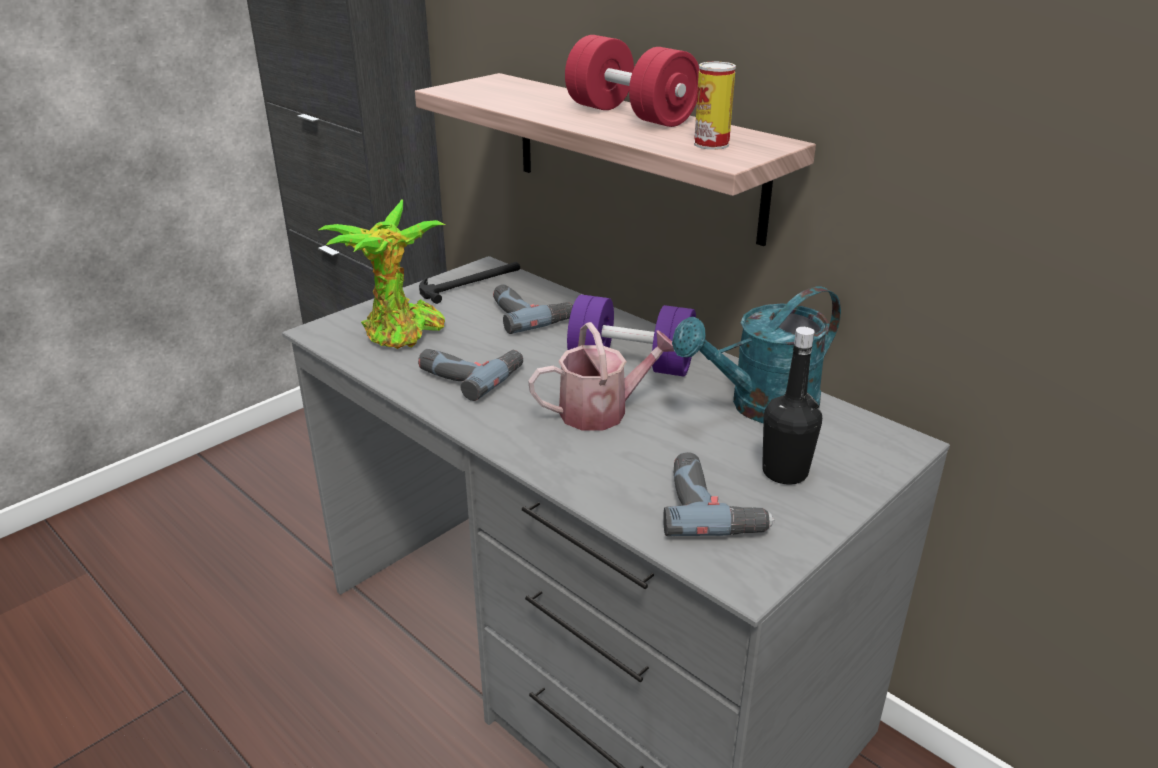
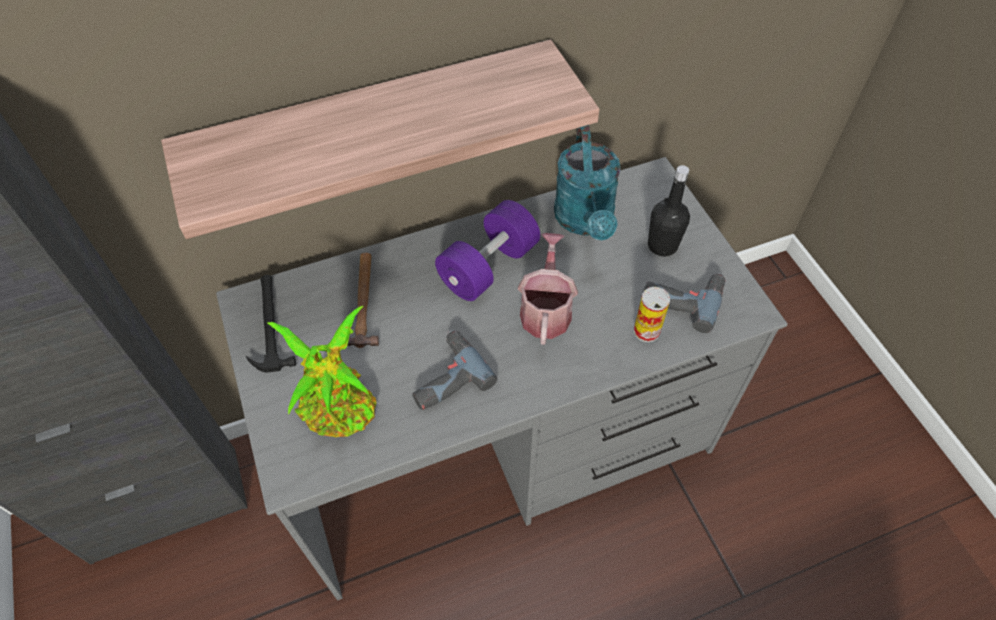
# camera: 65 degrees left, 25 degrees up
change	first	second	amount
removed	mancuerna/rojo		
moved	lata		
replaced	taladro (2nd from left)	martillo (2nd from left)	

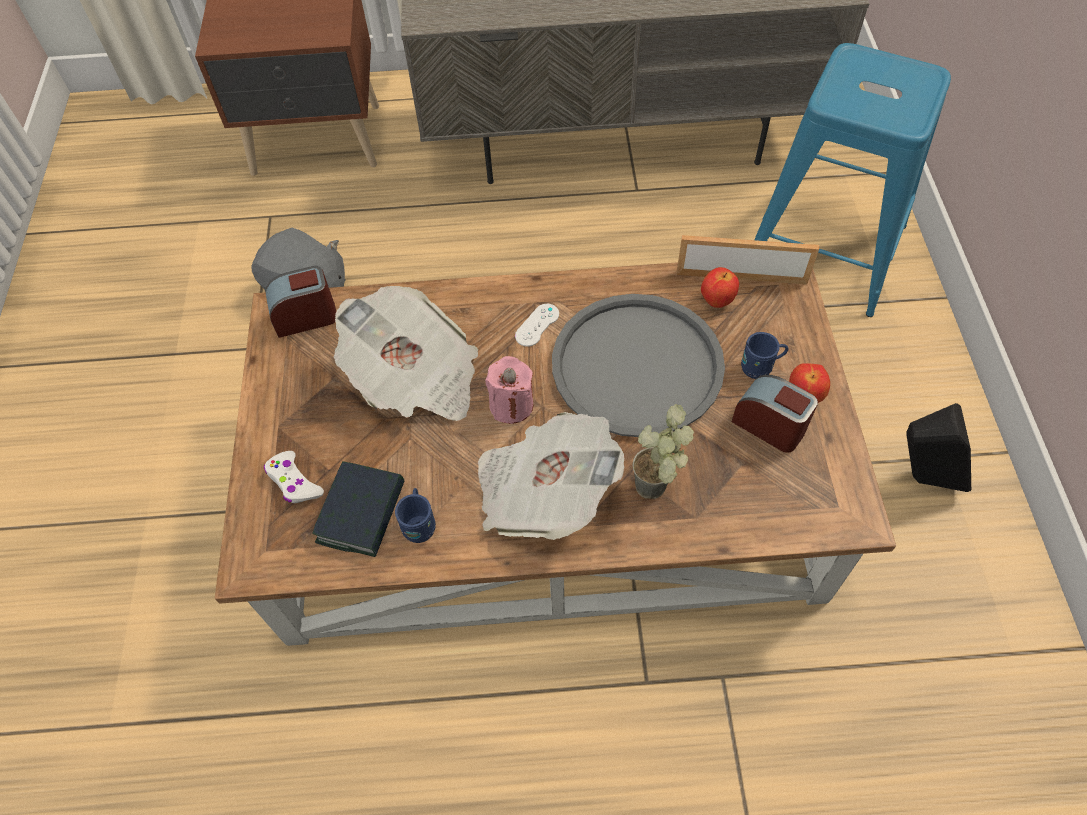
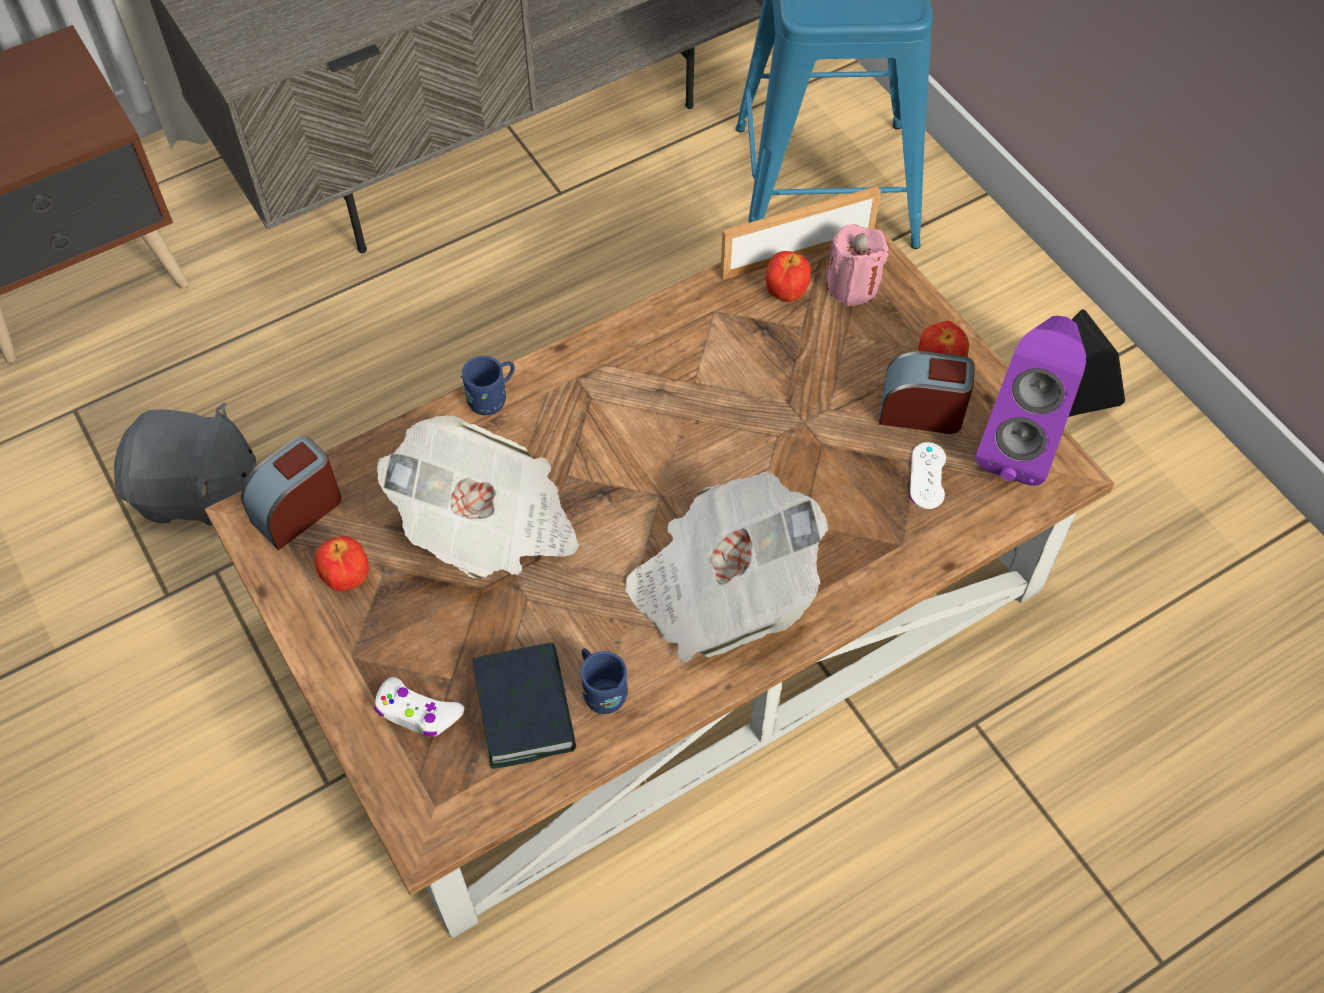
# camera: 30 degrees left, 0 degrees up
change	first	second	amount
removed	bandeja/gris		
removed	planta en maceta		
added		manzana (1st from left)	
added		altavoz/morado	
moved	vela/rosa		
moved	mando de consola/blanco (2nd from left)		
moved	taza grande/azul (2nd from left in the first image)	taza grande/azul (1st from left)	

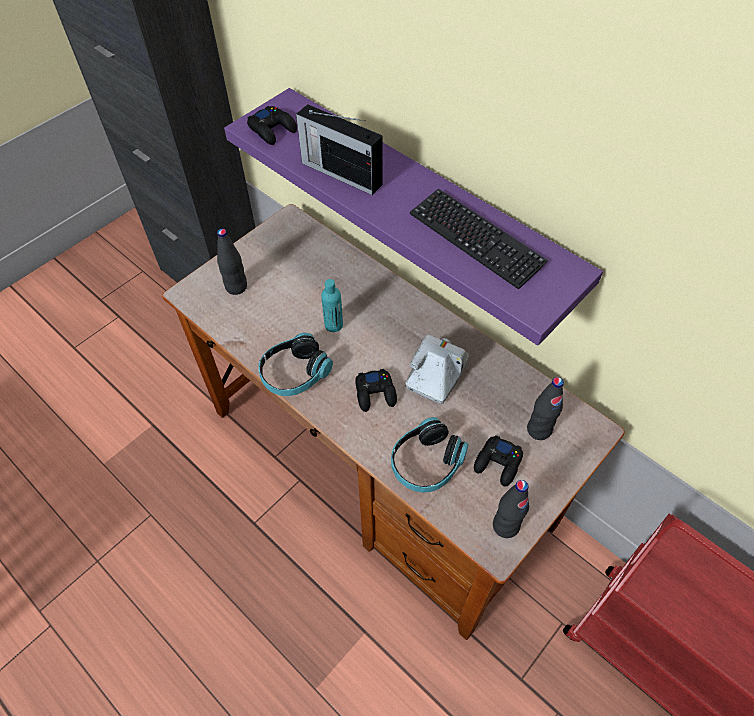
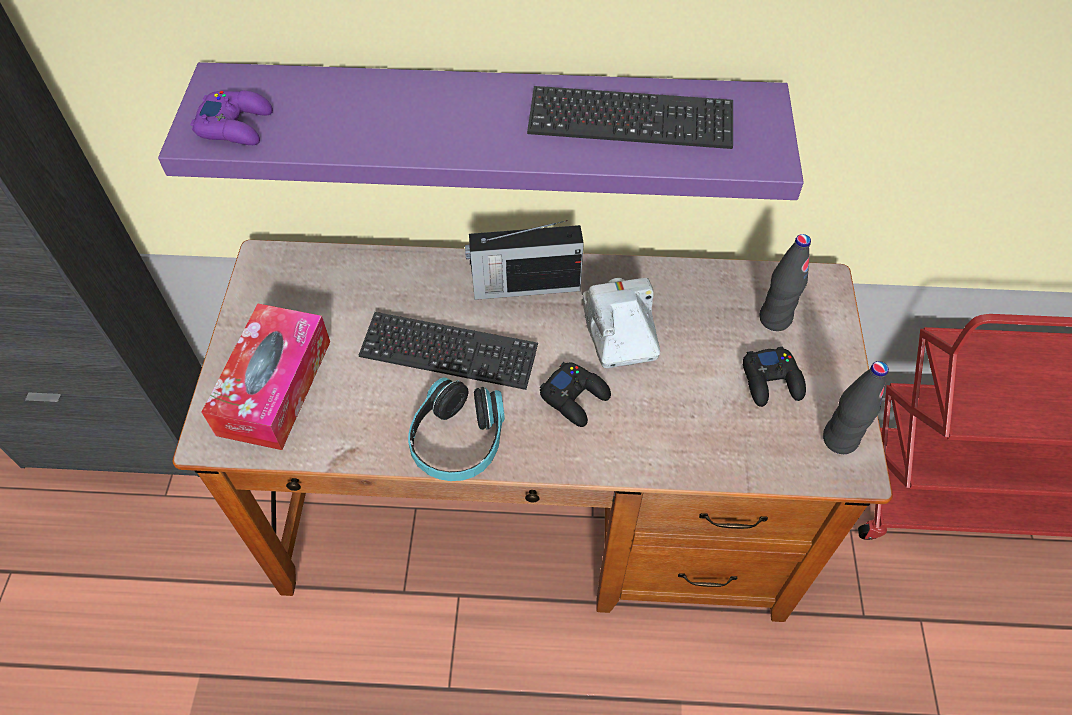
# camera: 40 degrees left, 0 degrees up
change	first	second	amount
removed	auriculares (2nd from left)		
moved	radio		
replaced	botella/negro (1st from left)	caja de pañuelos	
replaced	botella/turquesa	teclado (1st from left)	
recoloured	mando de consola/negro (1st from left)	mando de consola/morado	

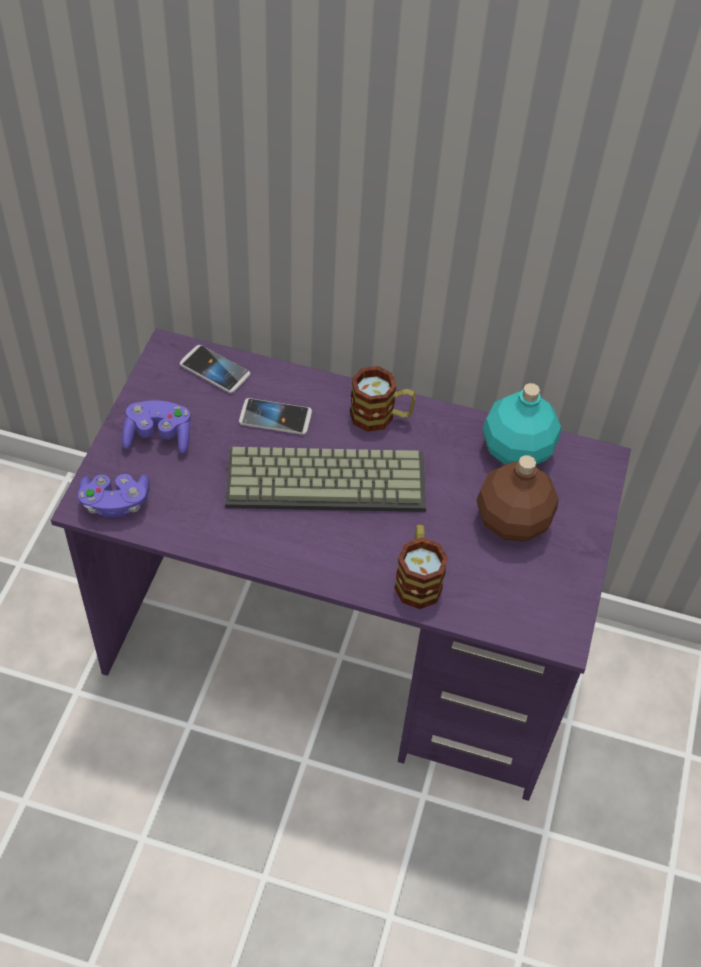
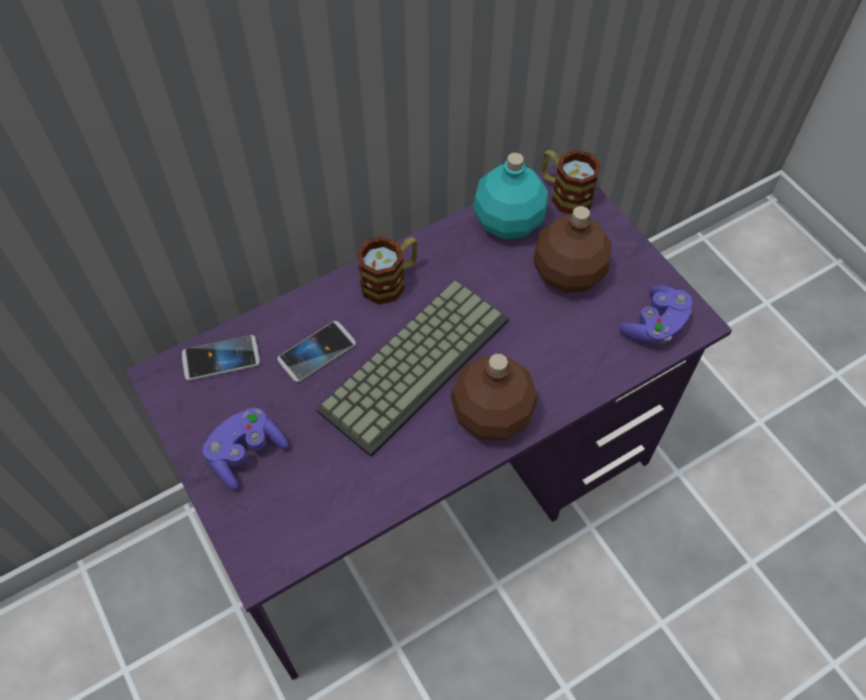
# camera: 45 degrees left, 5 degrees up
change	first	second	amount
added		botella/marrón (1st from left)	
moved	mando de consola/morado (1st from left in the first image)	mando de consola/morado (2nd from left)	
moved	taza grande (2nd from left)		

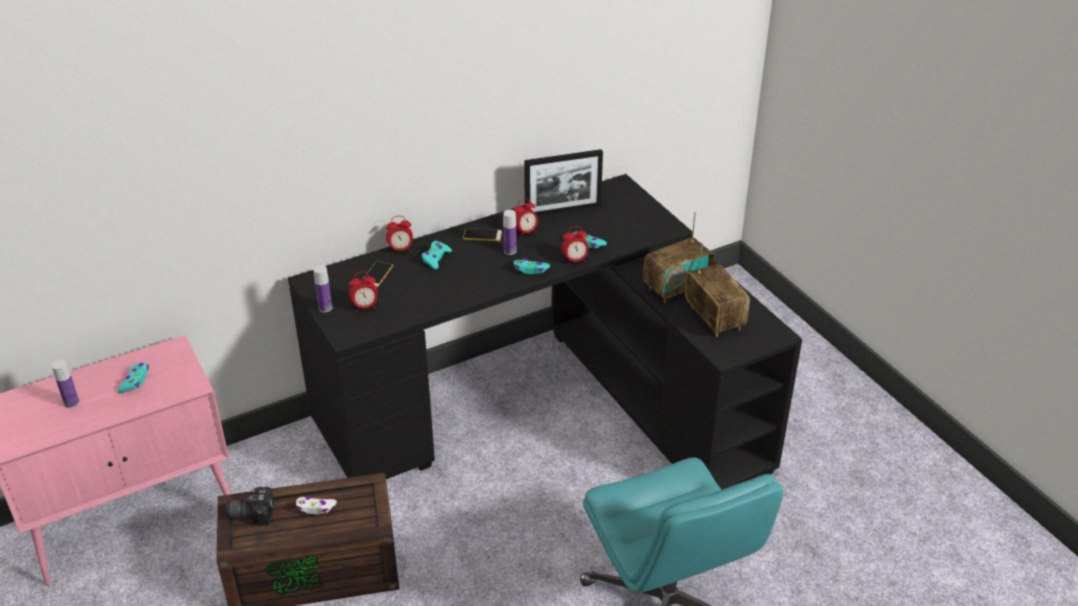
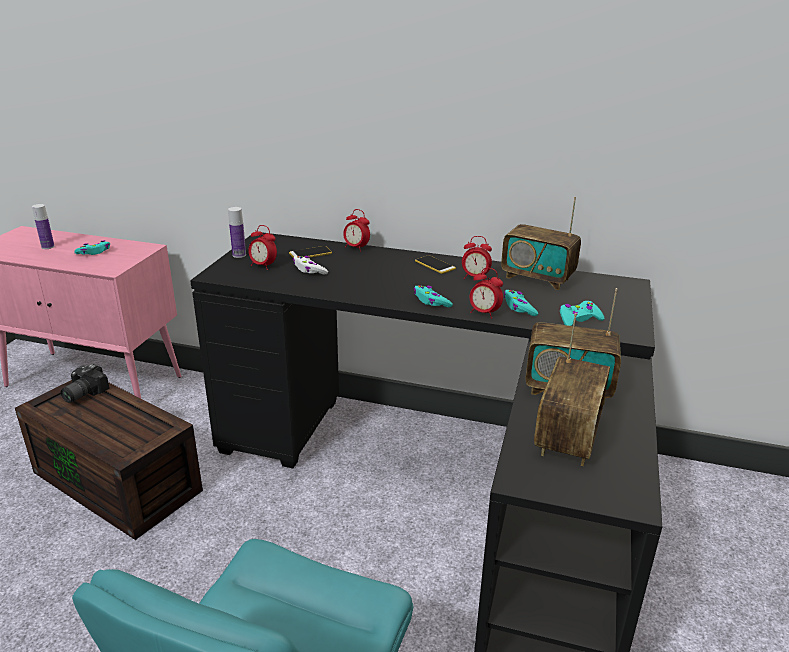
# camera: 45 degrees right, 10 degrees down
change	first	second	amount
removed	botella (3rd from left)		
moved	mando de consola/blanco		
moved	mando de consola/turquesa (2nd from left in the first image)	mando de consola/turquesa (4th from left)	
replaced	portarretratos	radio (1st from left)	
turned	cámara		105 degrees counterclockwise

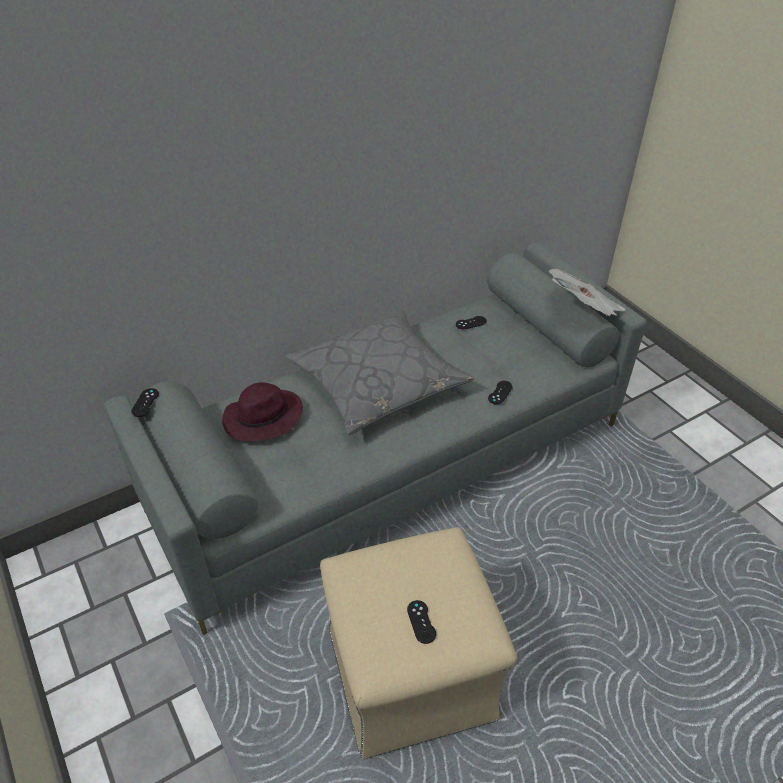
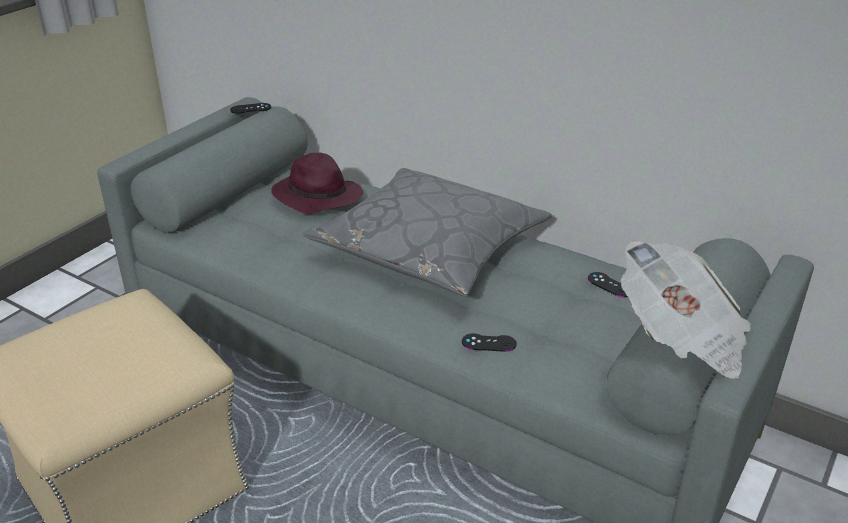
# camera: 65 degrees right, 10 degrees down
change	first	second	amount
removed	mando de consola/negro (2nd from left)		

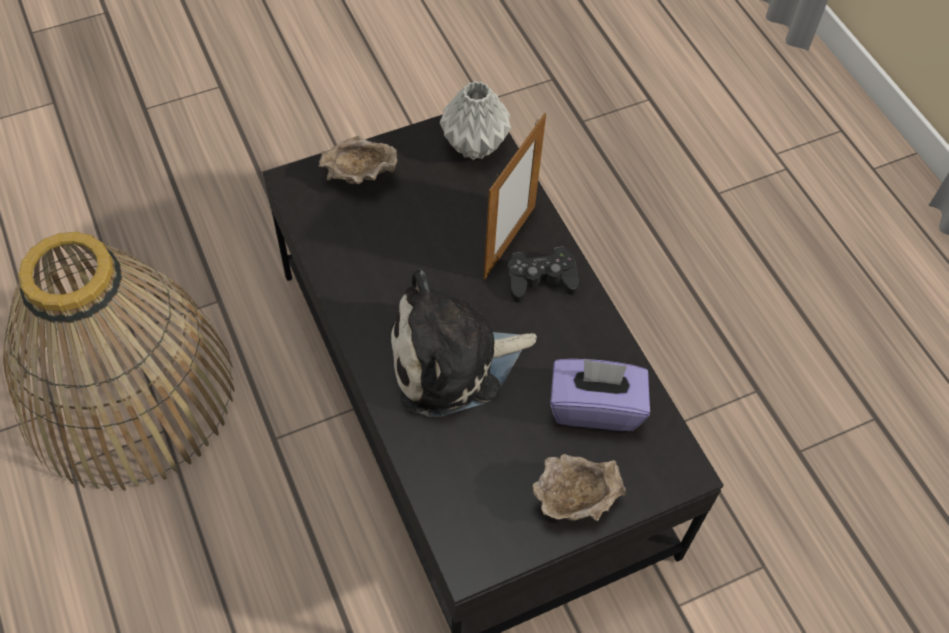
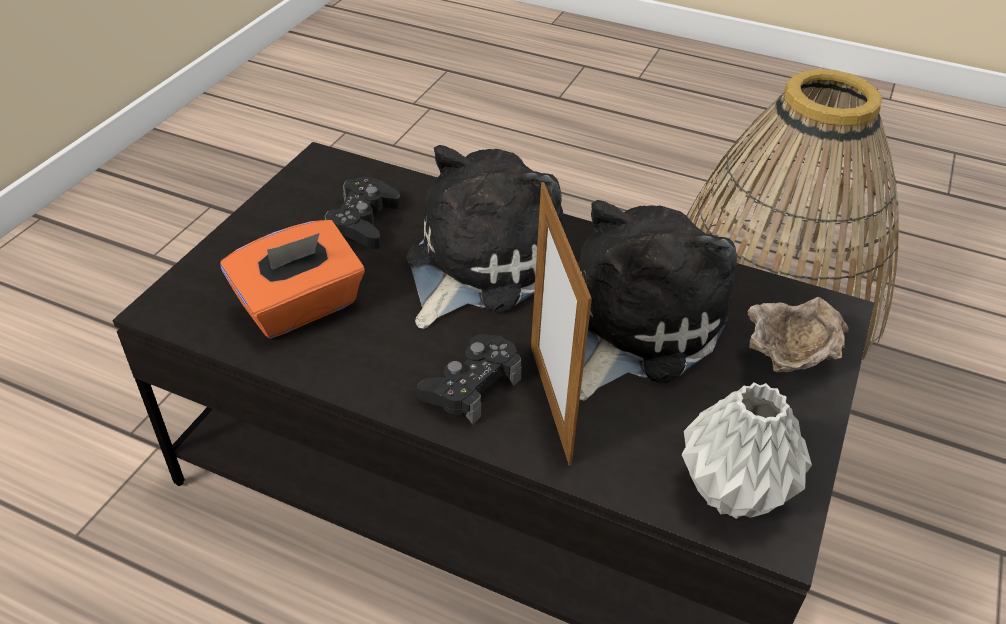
# camera: 140 degrees right, 15 degrees down
change	first	second	amount
removed	cuenco/beis (2nd from left)		
added		mando de consola/negro (1st from left)	
added		peluche (2nd from left)	
recoloured	caja de pañuelos/morado	caja de pañuelos/naranja	

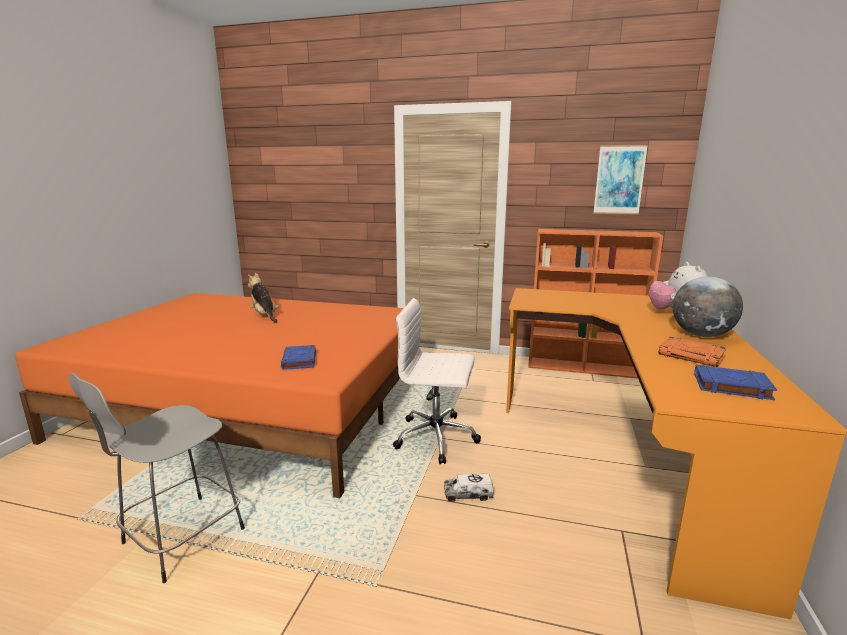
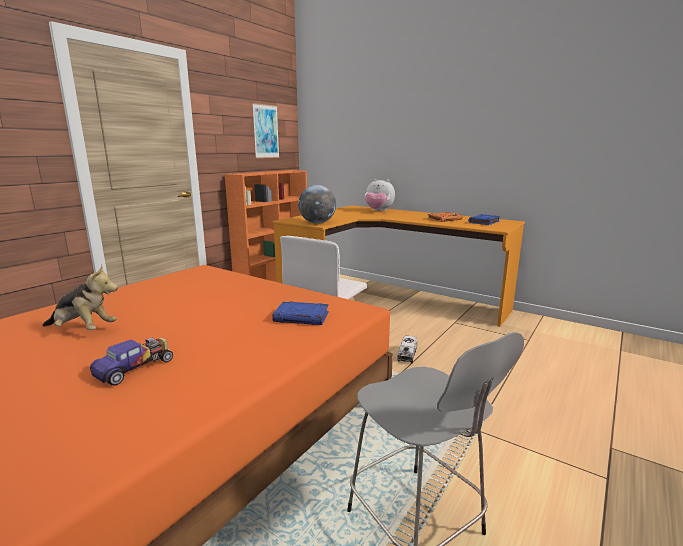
# camera: 70 degrees left, 0 degrees up
change	first	second	amount
added		coche de juguete	
moved	globo terráqueo		
turned	peluche (1st from left)		150 degrees counterclockwise

